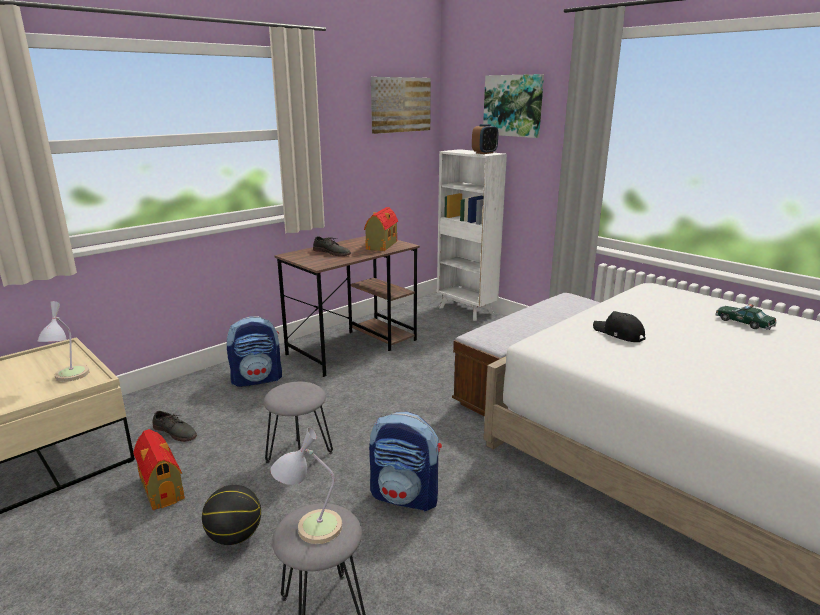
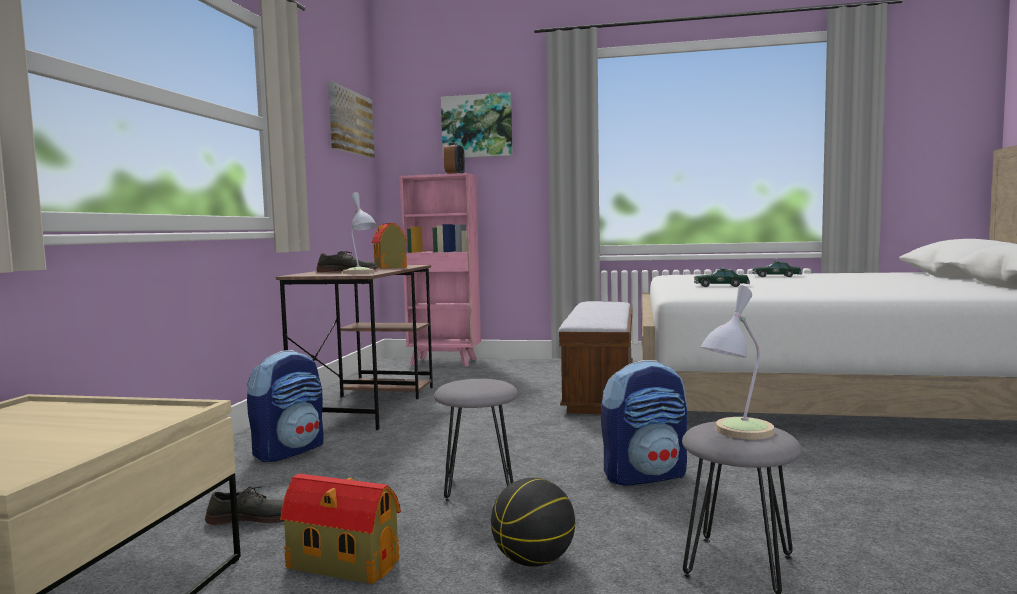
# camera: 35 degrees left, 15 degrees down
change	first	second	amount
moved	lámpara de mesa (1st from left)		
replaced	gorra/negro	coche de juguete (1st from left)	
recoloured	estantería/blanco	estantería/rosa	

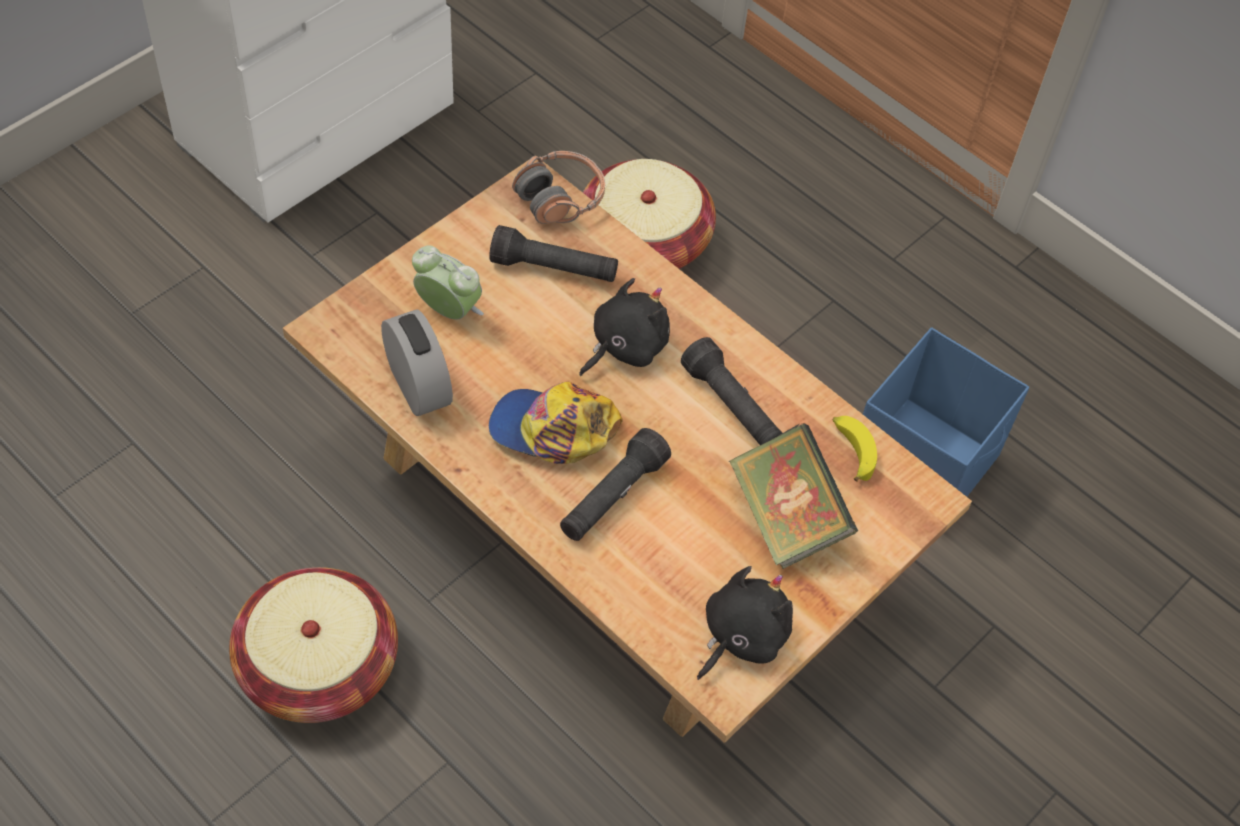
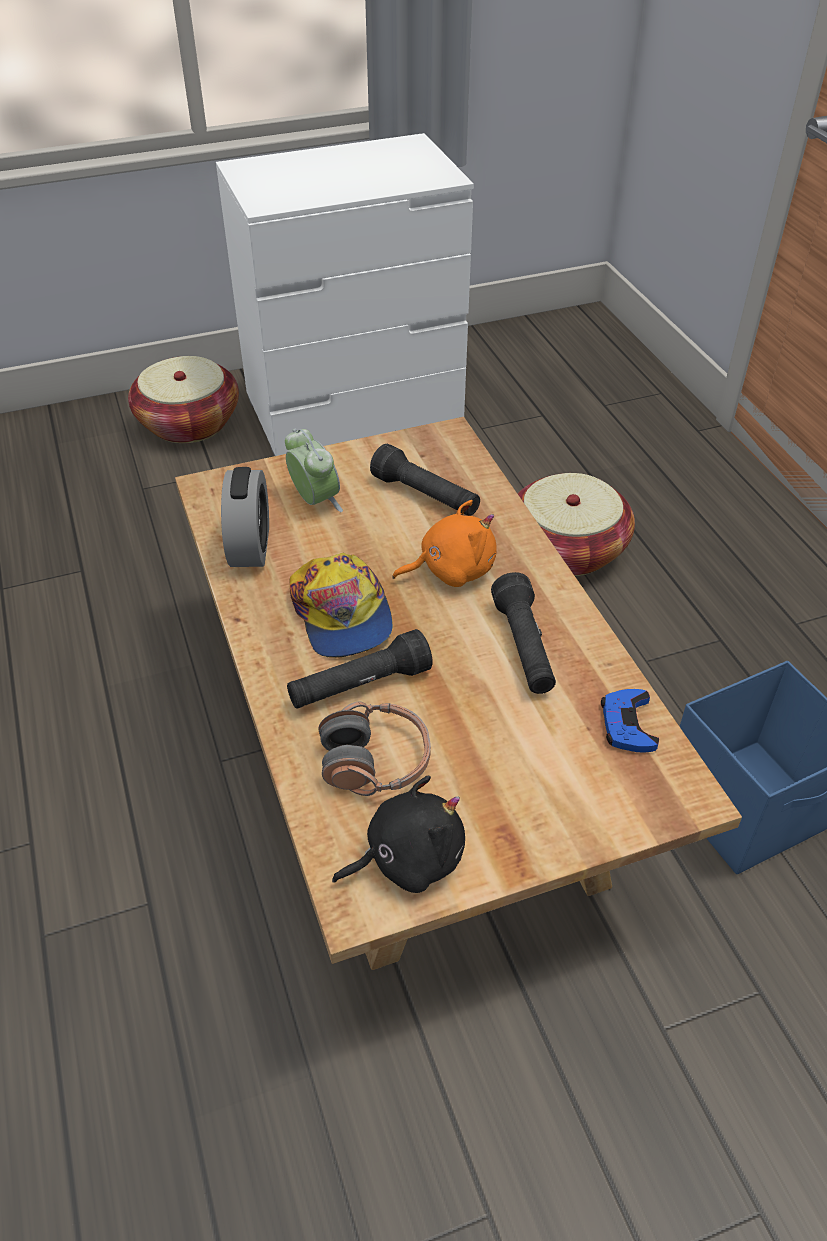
# camera: 30 degrees right, 10 degrees down
change	first	second	amount
removed	libro		
moved	cesta (1st from left)		
moved	auriculares		
replaced	plátano	mando de consola/azul	
recoloured	peluche/negro (1st from left)	peluche/naranja	
turned	gorra		150 degrees counterclockwise

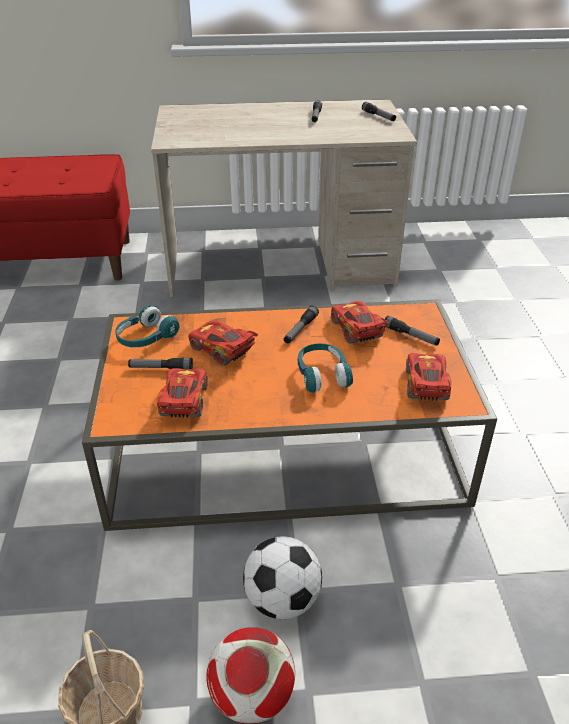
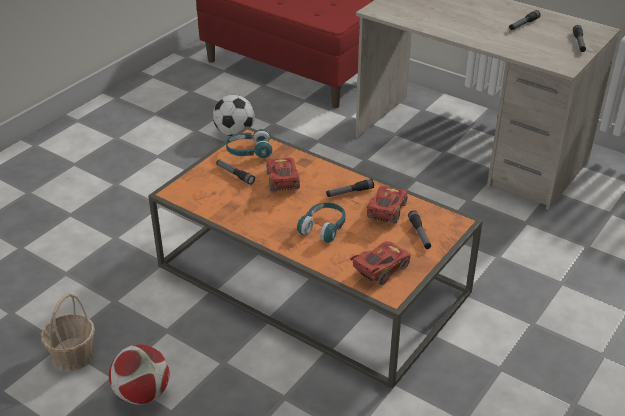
# camera: 40 degrees right, 0 degrees up
change	first	second	amount
removed	coche de juguete/rojo (1st from left)		
moved	balón de fútbol (2nd from left)		

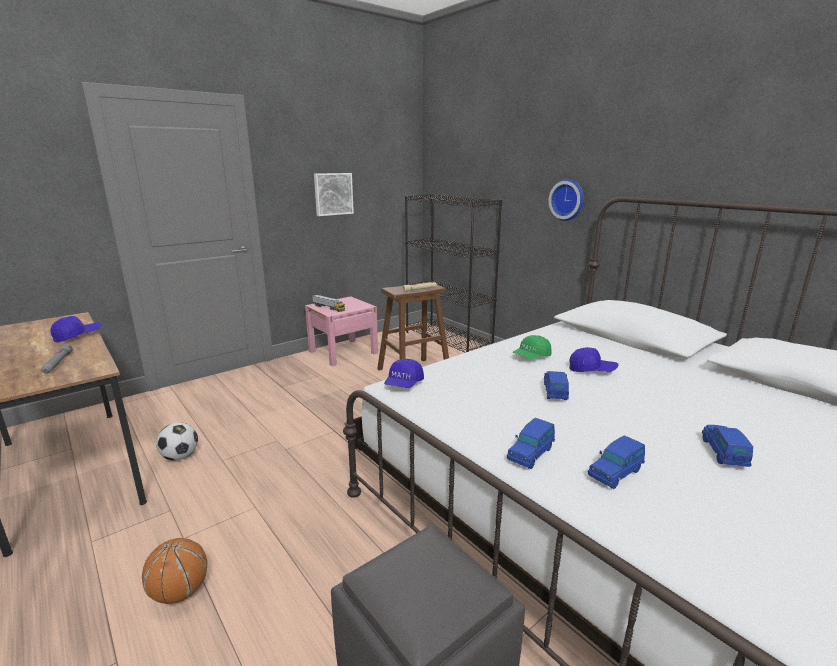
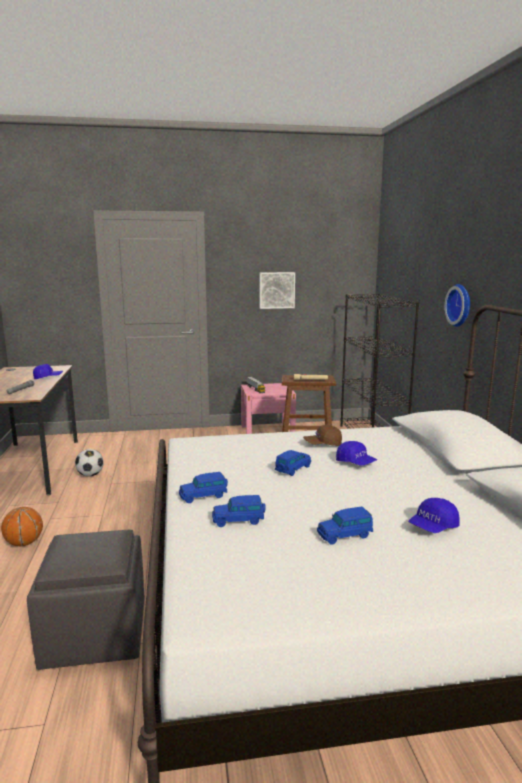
# camera: 30 degrees right, 5 degrees down
change	first	second	amount
moved	gorra/azul (2nd from left in the first image)	gorra/azul (3rd from left)	
recoloured	gorra/verde	gorra/marrón	
turned	coche de juguete/azul (4th from left)		150 degrees counterclockwise

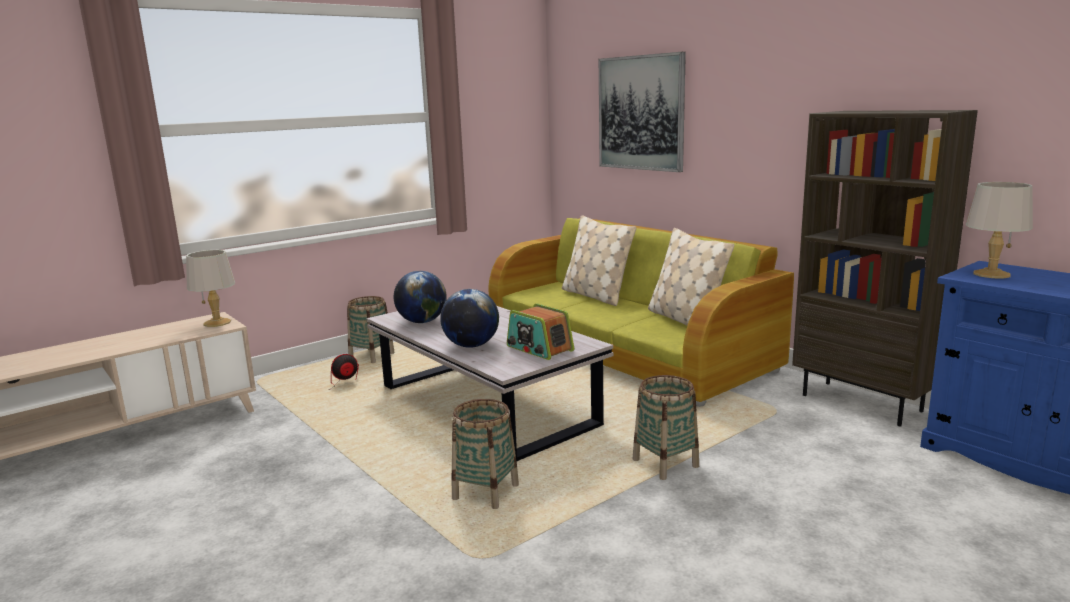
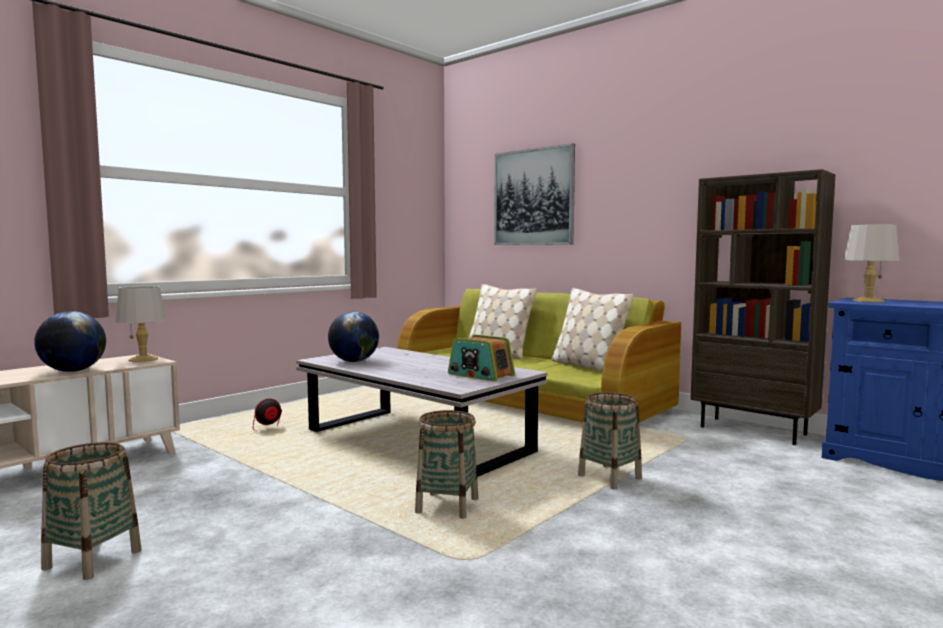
# camera: 10 degrees left, 10 degrees down
change	first	second	amount
moved	cesta (1st from left)		
moved	globo terráqueo (2nd from left in the first image)	globo terráqueo (1st from left)	

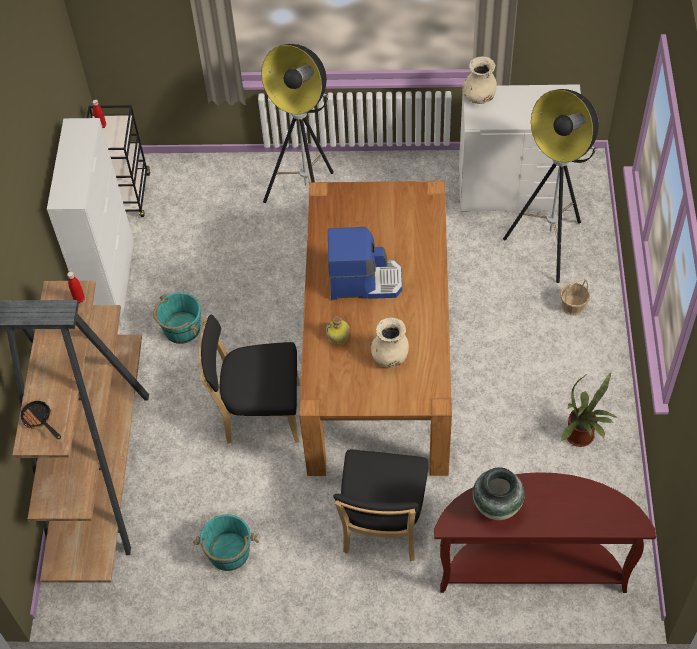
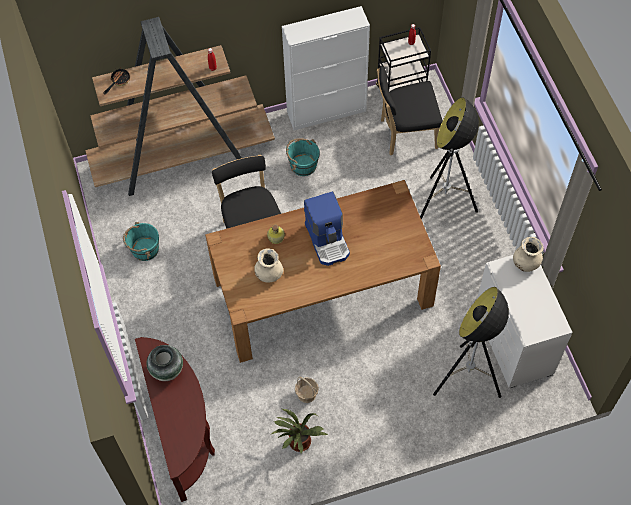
# camera: 70 degrees right, 5 degrees up
change	first	second	amount
moved	silla/negro (2nd from left)		
moved	cesta		

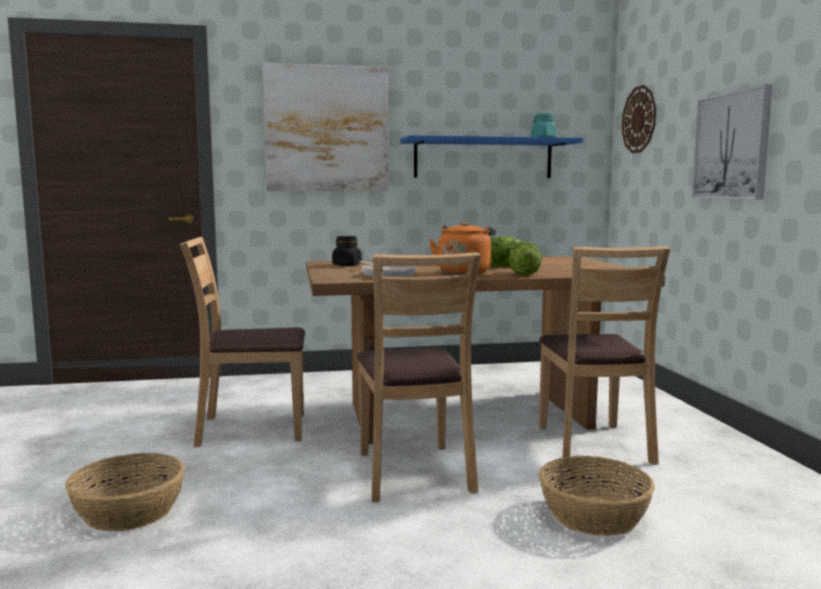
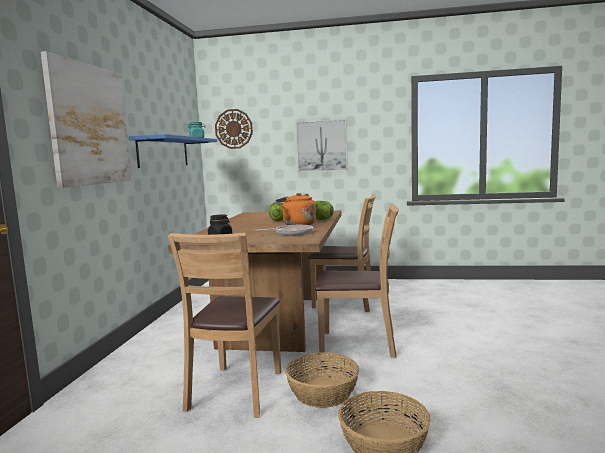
# camera: 70 degrees left, 0 degrees up
change	first	second	amount
moved	cesta (2nd from left in the first image)	cesta (1st from left)	

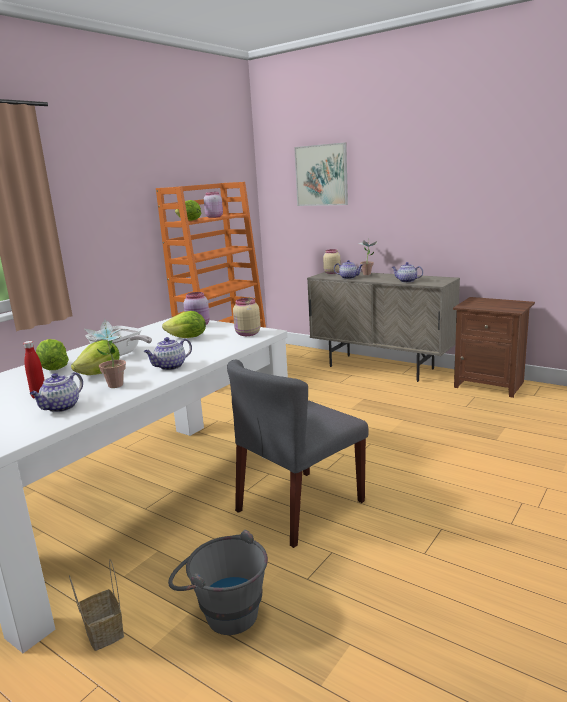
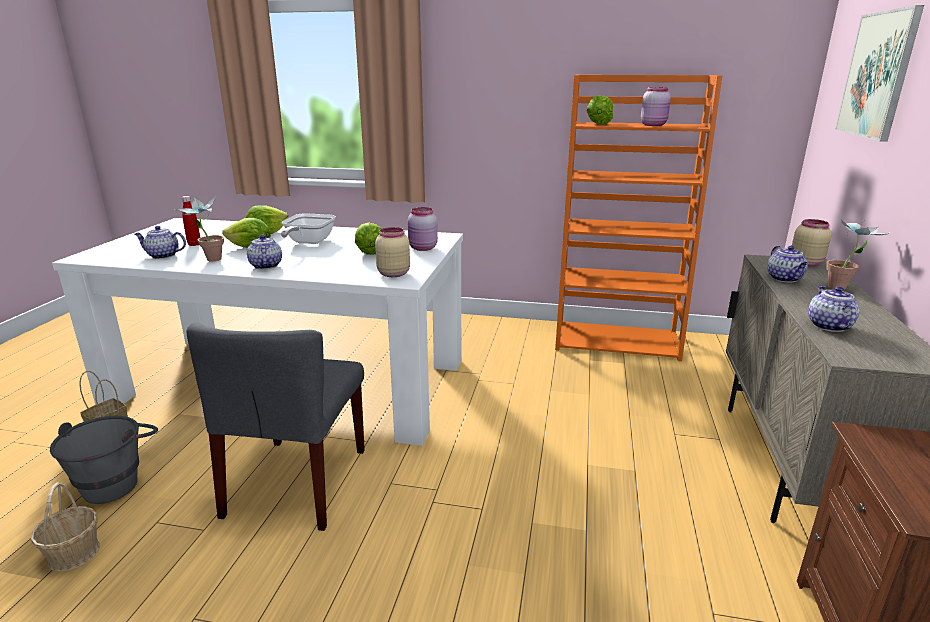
# camera: 65 degrees right, 5 degrees up
change	first	second	amount
added		cesta (1st from left)	
turned	tetera (2nd from left)		45 degrees clockwise
turned	silla/gris		105 degrees counterclockwise

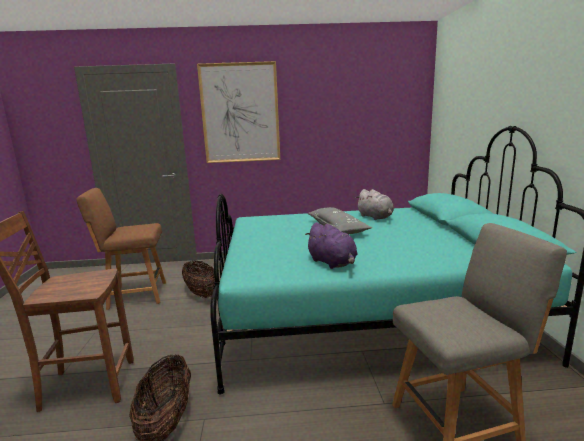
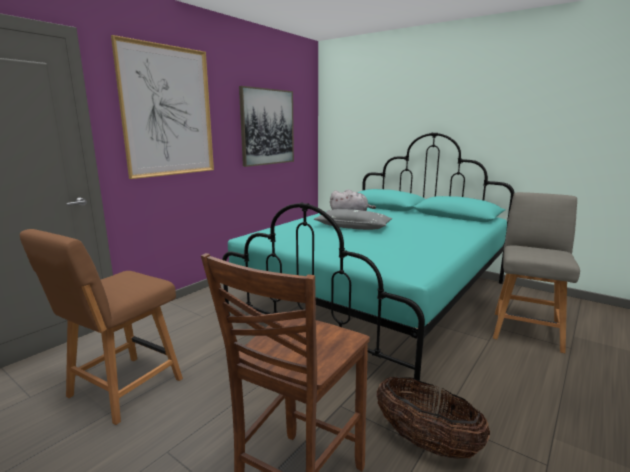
# camera: 50 degrees left, 0 degrees up
change	first	second	amount
removed	cesta (2nd from left)		
removed	peluche/morado		
added		cuadro (2nd from left)	

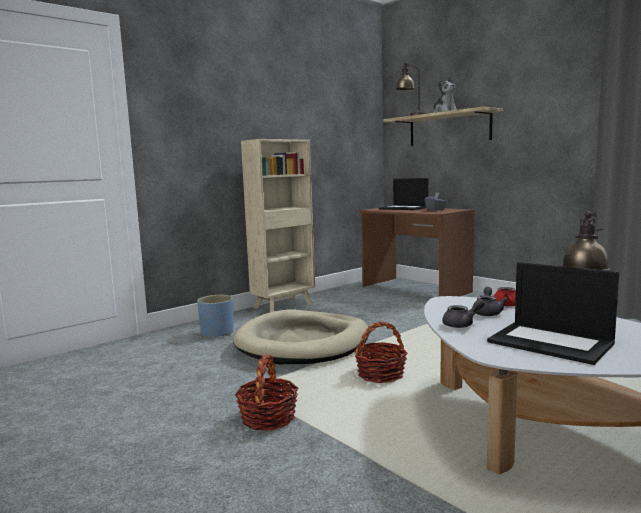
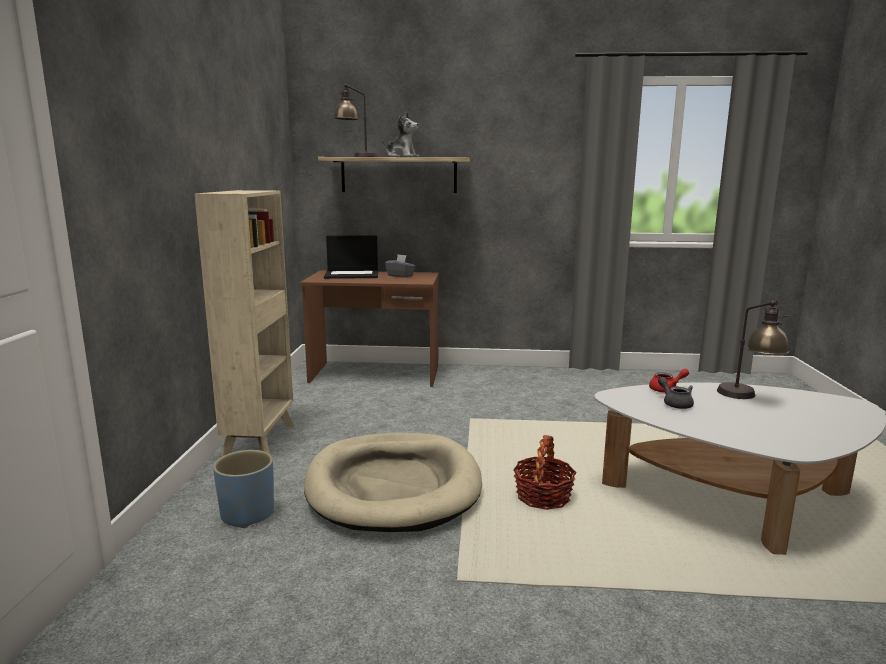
# camera: 45 degrees left, 5 degrees up
change	first	second	amount
removed	cesta (1st from left)		
removed	tetera/gris (1st from left)		
removed	portátil (2nd from left)		

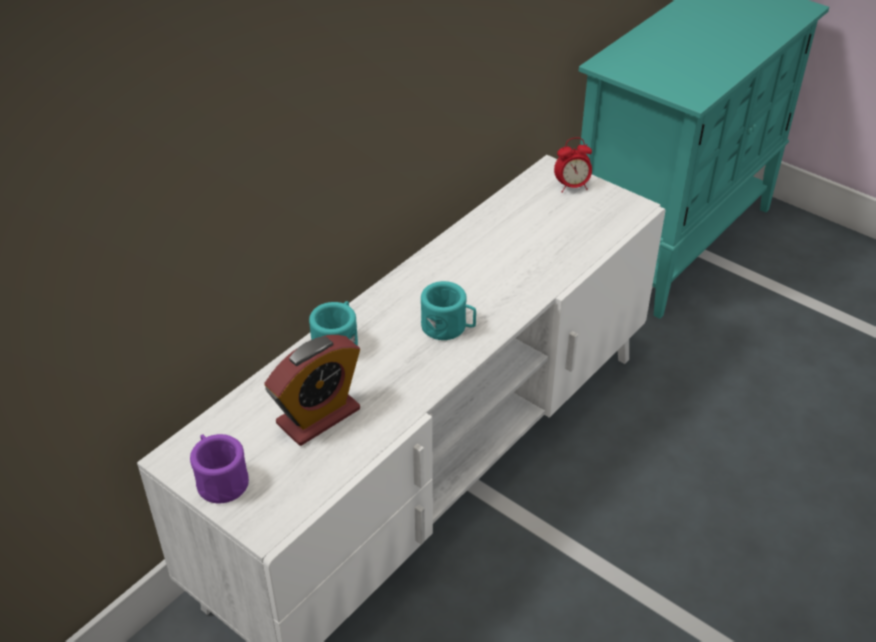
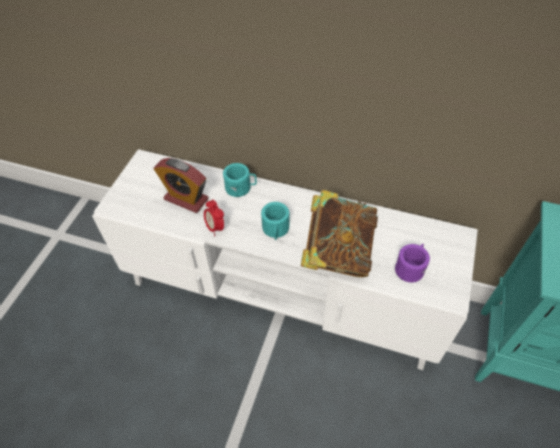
# camera: 70 degrees right, 10 degrees up
change	first	second	amount
added		libro	
moved	taza grande/morado		
moved	despertador (2nd from left)		

